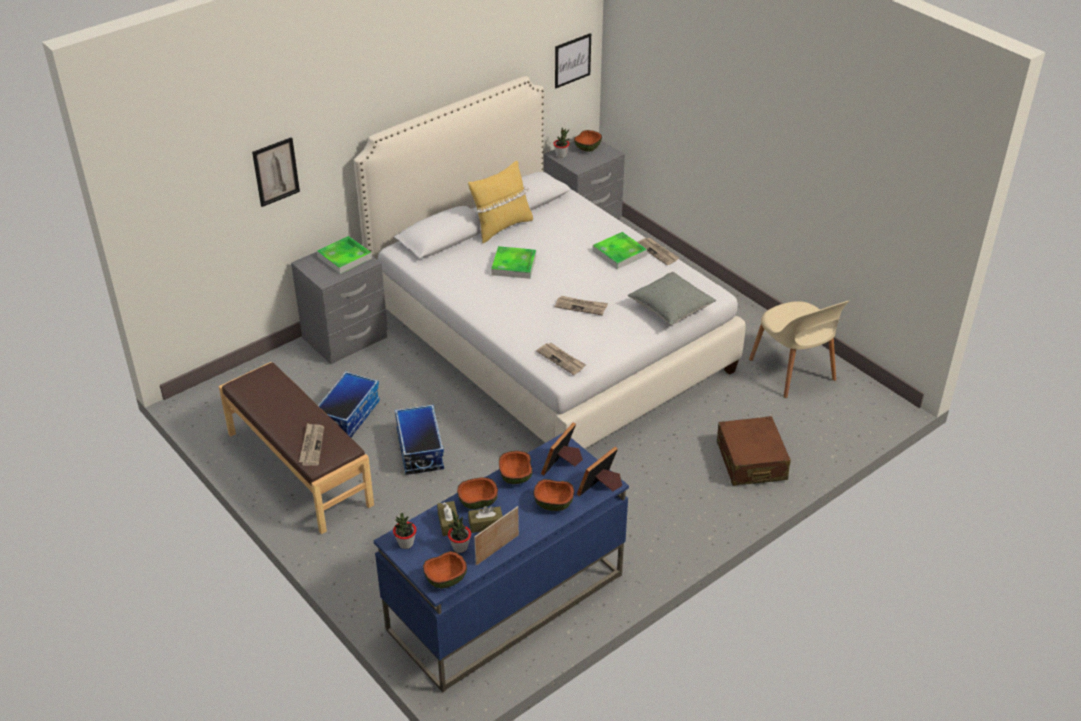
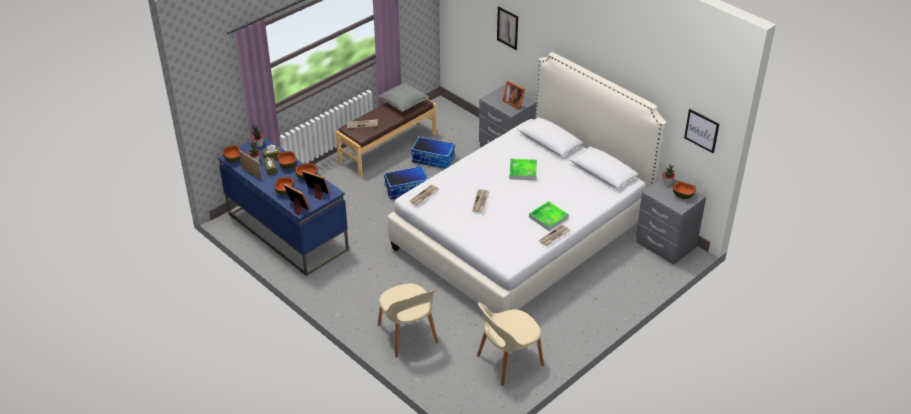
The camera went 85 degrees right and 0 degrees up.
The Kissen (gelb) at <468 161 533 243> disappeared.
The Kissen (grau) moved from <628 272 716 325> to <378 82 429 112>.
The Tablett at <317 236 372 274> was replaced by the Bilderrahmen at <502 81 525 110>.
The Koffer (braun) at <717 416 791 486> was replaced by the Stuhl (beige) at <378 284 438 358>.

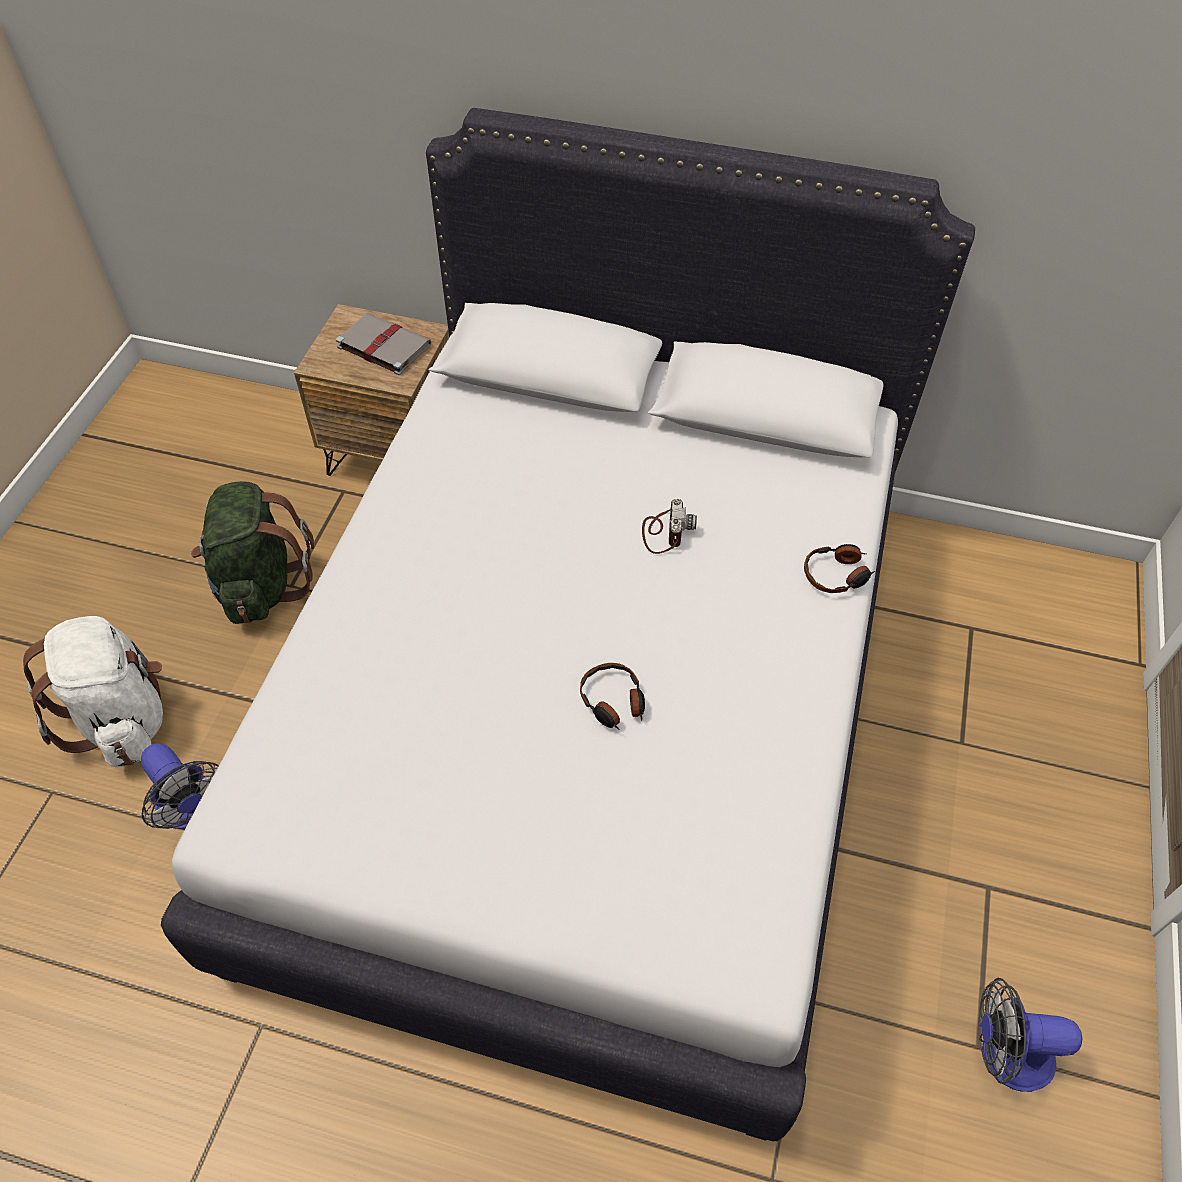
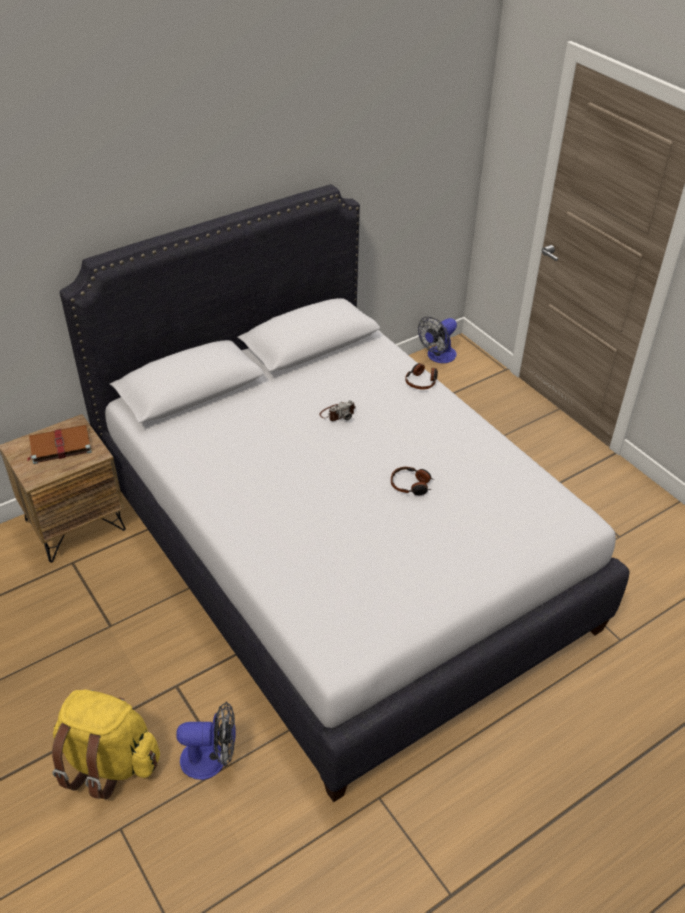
The camera went 50 degrees left and 10 degrees down.
The Rucksack (grün) at <191 481 314 624> disappeared.
The Ventilator moved from <979 978 1082 1092> to <418 317 457 363>.
The Rucksack (weiß) at <23 616 163 767> became the Rucksack (gelb) at <52 689 160 799>.
The Buch (grau) at <336 313 431 375> became the Buch (braun) at <27 425 92 464>.
The Kamera at <642 499 697 554> turned 105 degrees clockwise.

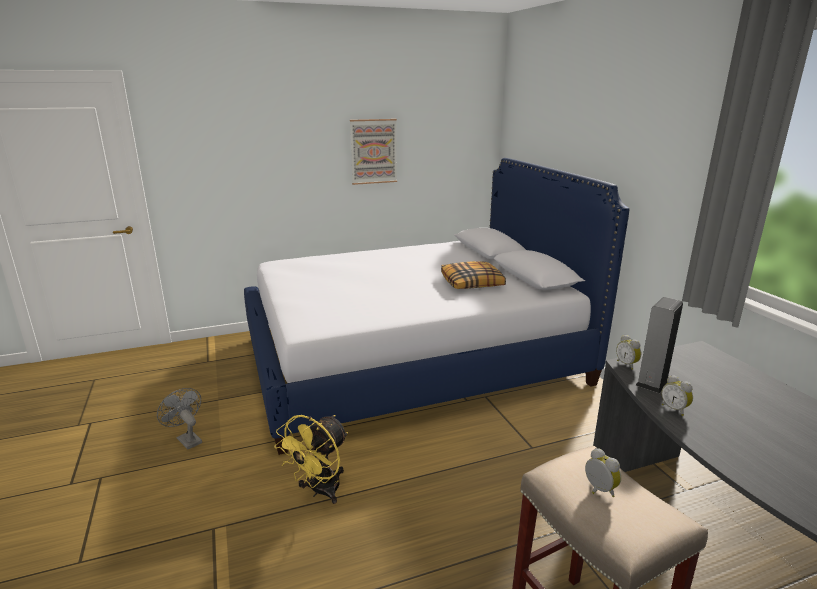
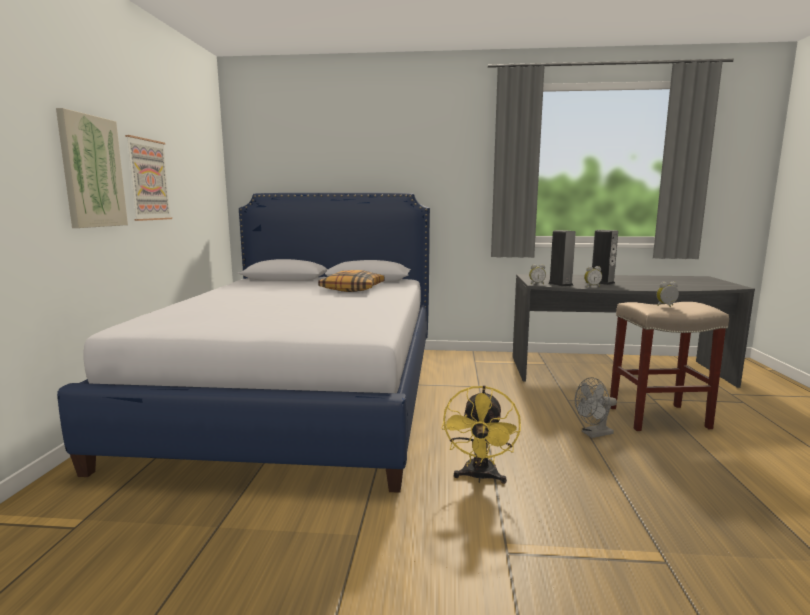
The camera went 65 degrees left and 10 degrees down.
The Bild at <56 108 128 228> appeared.
The Lautsprecher at <592 230 618 285> appeared.
The Ventilator (grau) moved from <157 388 202 449> to <575 377 617 438>.
The Ventilator (gelb) at <274 415 348 504> turned 45 degrees clockwise.

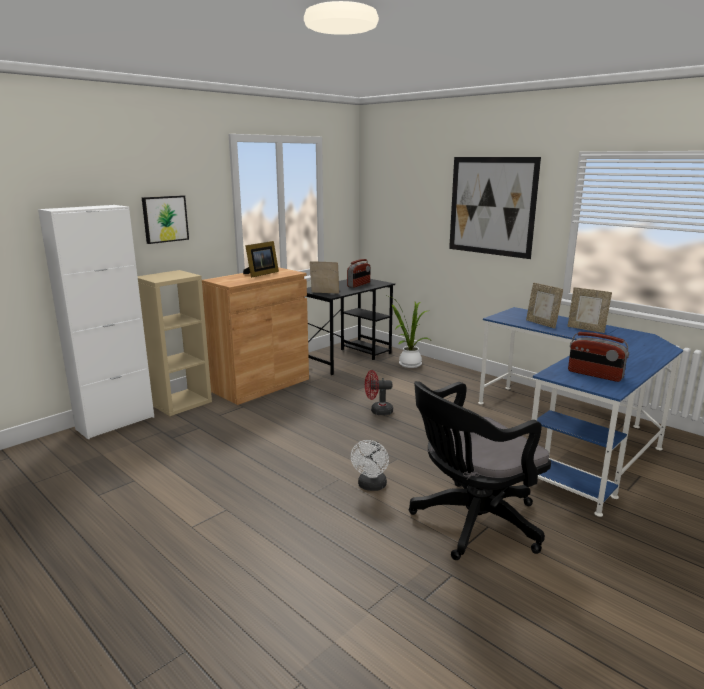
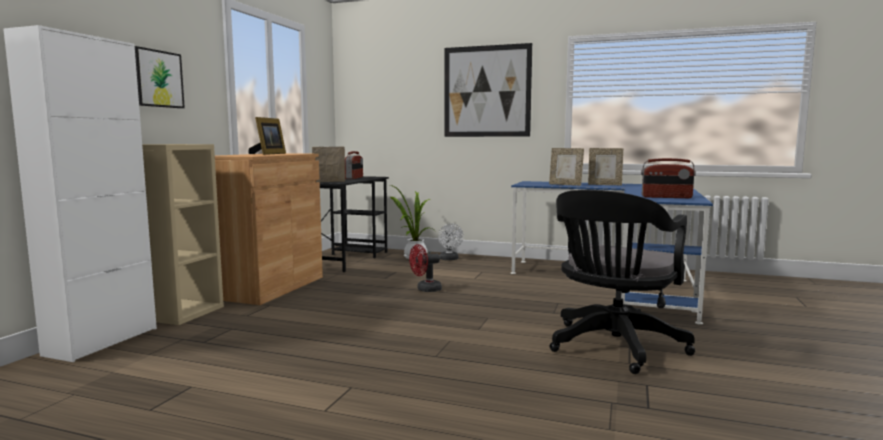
The camera went 25 degrees left and 10 degrees down.
The Ventilator (weiß) moved from <351 440 389 491> to <438 223 464 260>.

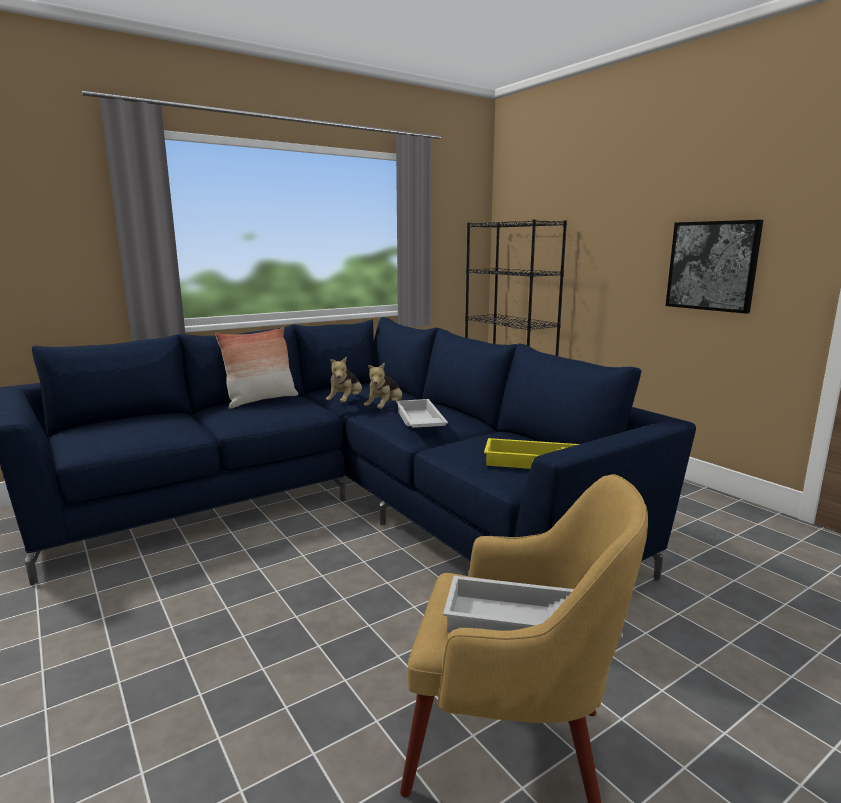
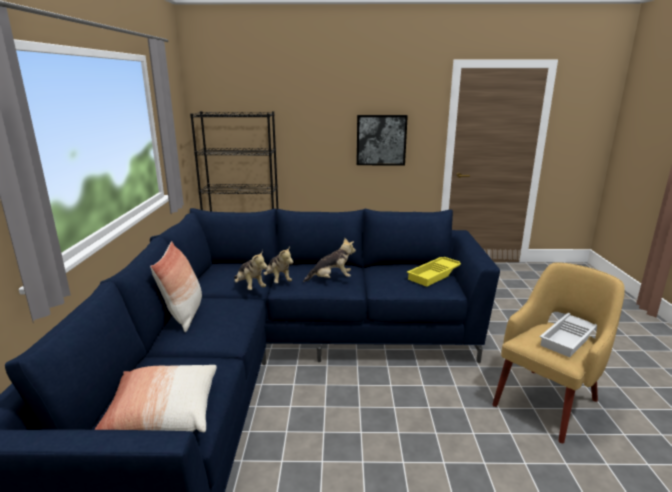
The camera went 55 degrees left and 5 degrees up.
The Kissen at <94 365 217 432> appeared.
The Tablett (weiß) at <396 399 448 428> was replaced by the Plüschtier at <303 238 356 282>.

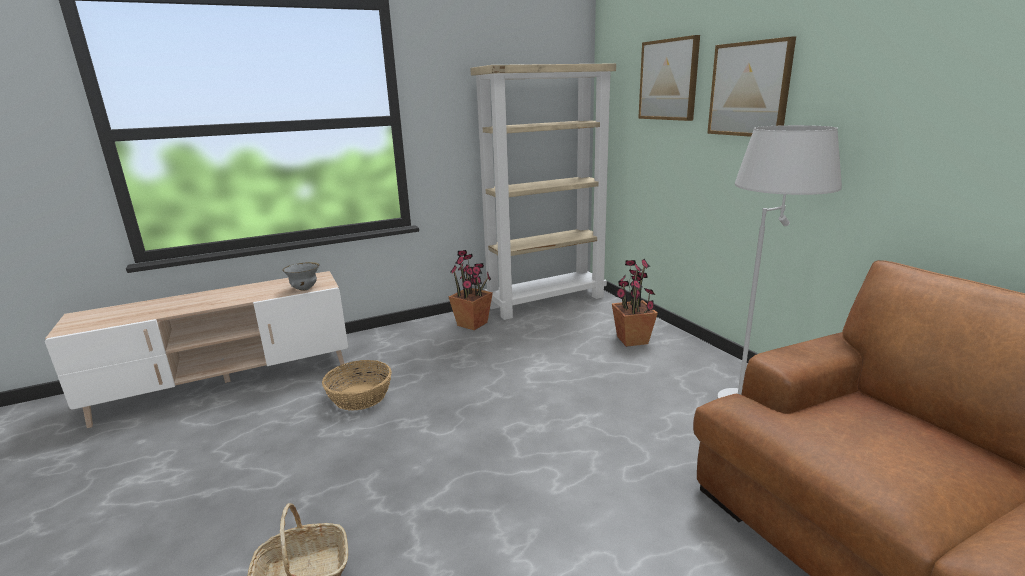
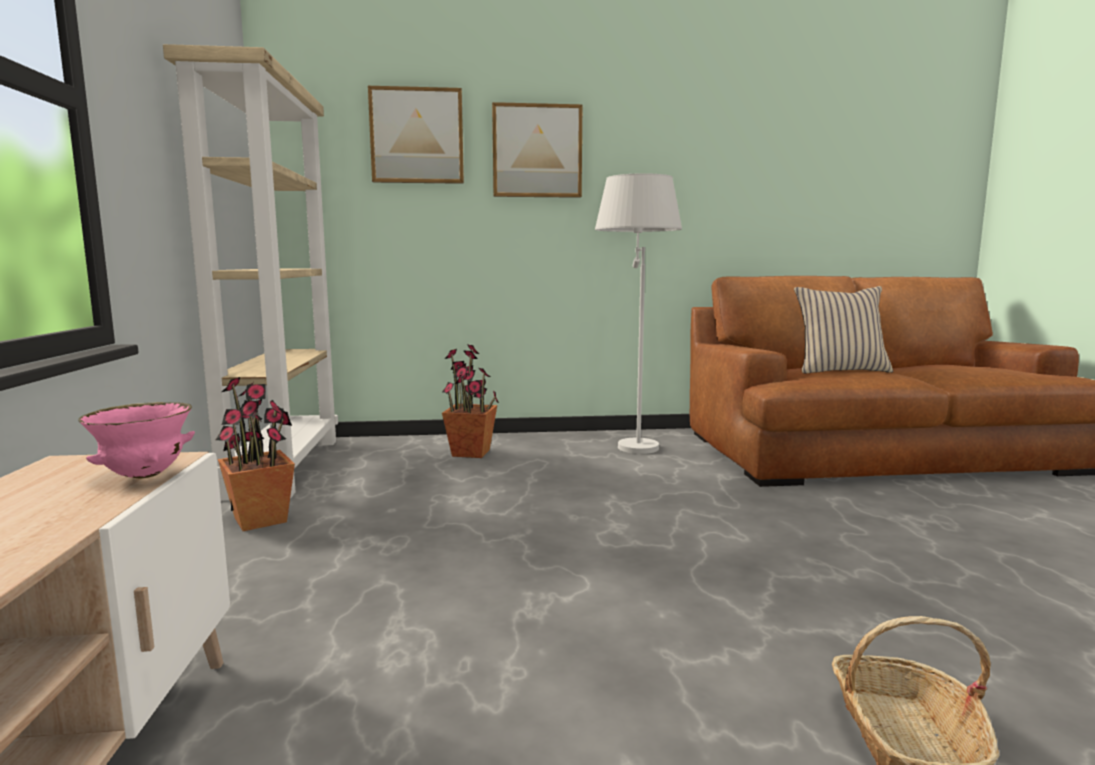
The camera went 70 degrees left and 10 degrees down.
The Korb at <322 360 392 411> disappeared.
The Kissen (beige) at <794 286 893 373> appeared.
The Schüssel (grau) at <282 262 320 291> became the Schüssel (rosa) at <78 402 195 479>.

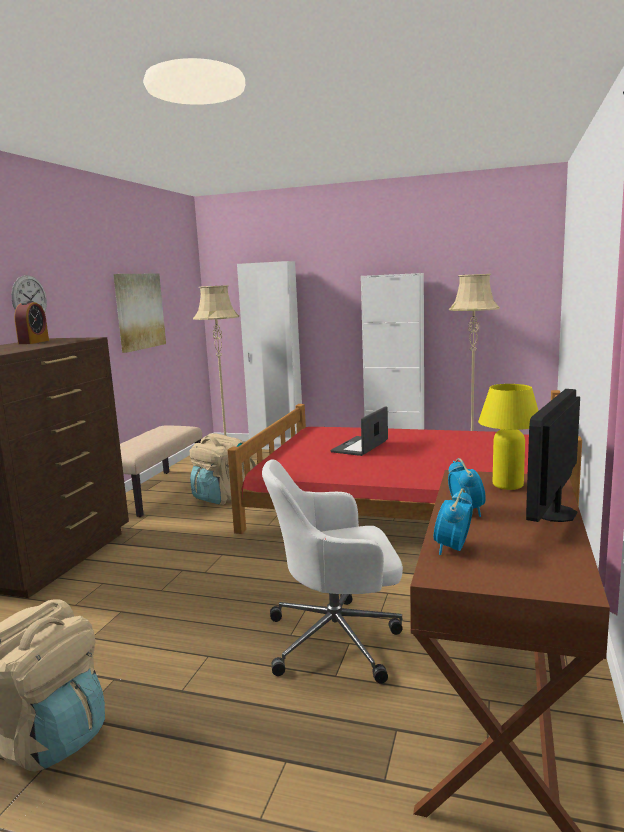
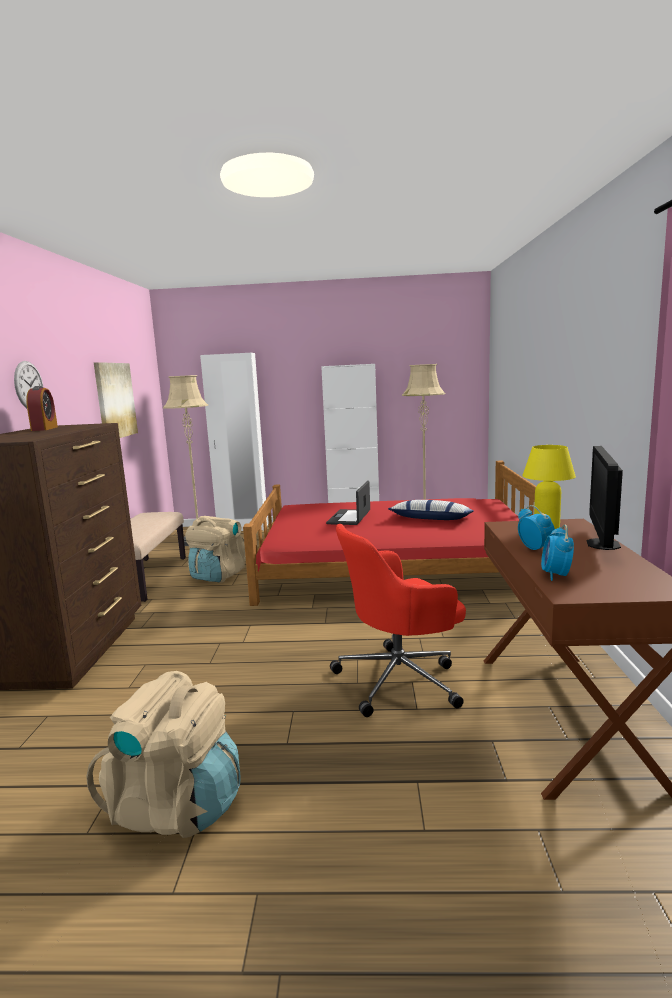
The camera went 15 degrees left and 0 degrees up.
The Kissen at <388 500 473 520> appeared.
The Bürostuhl (weiß) at <262 459 403 684> became the Bürostuhl (rot) at <330 524 466 717>.

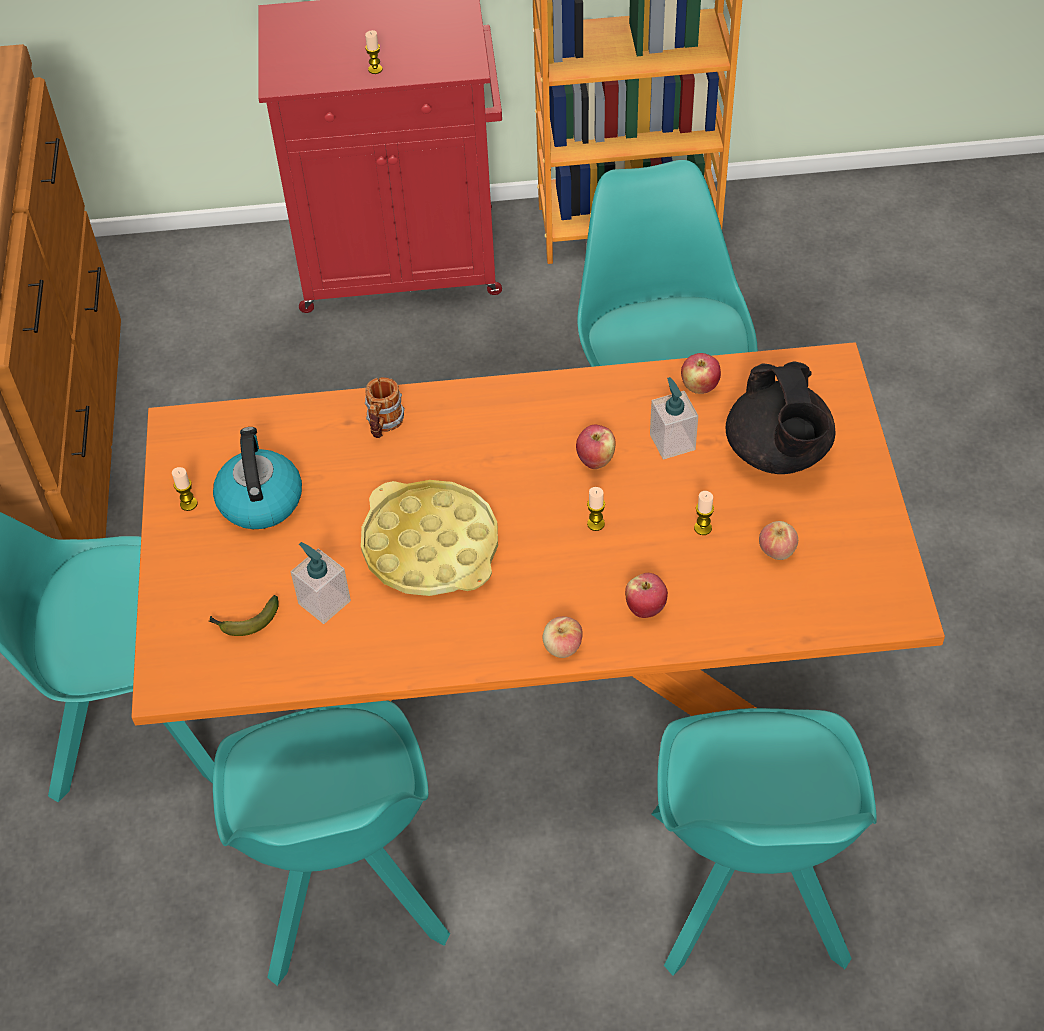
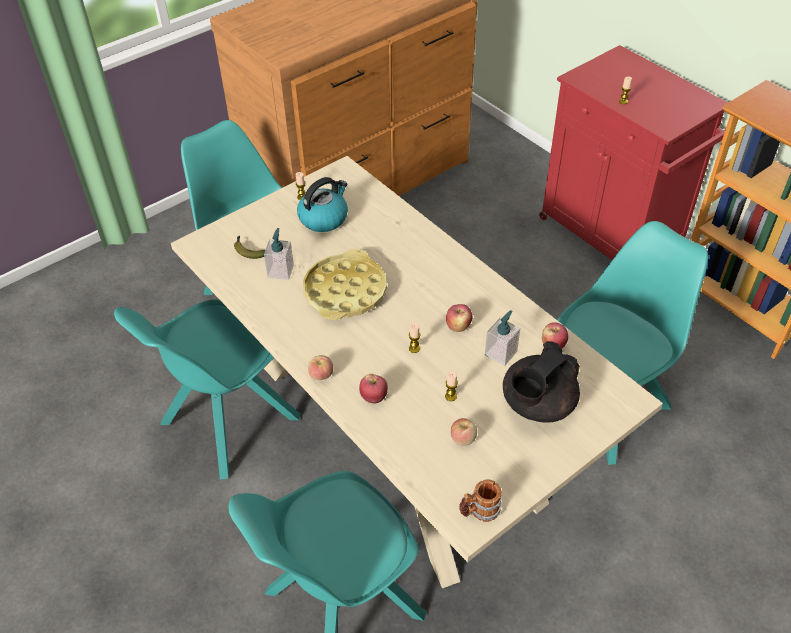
The camera went 55 degrees right and 5 degrees down.
The Henkelbecher moved from <365 377 405 438> to <459 479 502 522>.
The Esstisch (orange) at <132 342 945 725> became the Esstisch (beige) at <171 156 663 588>.

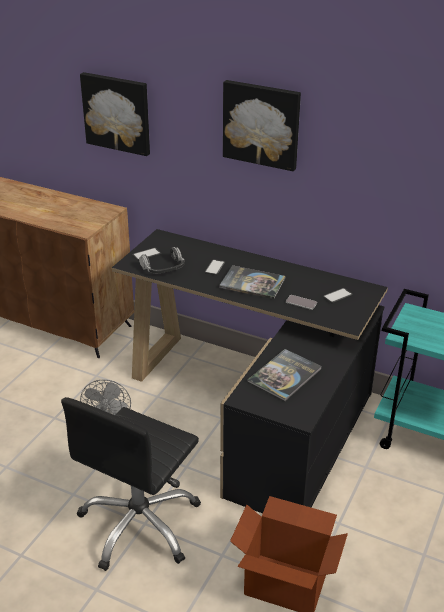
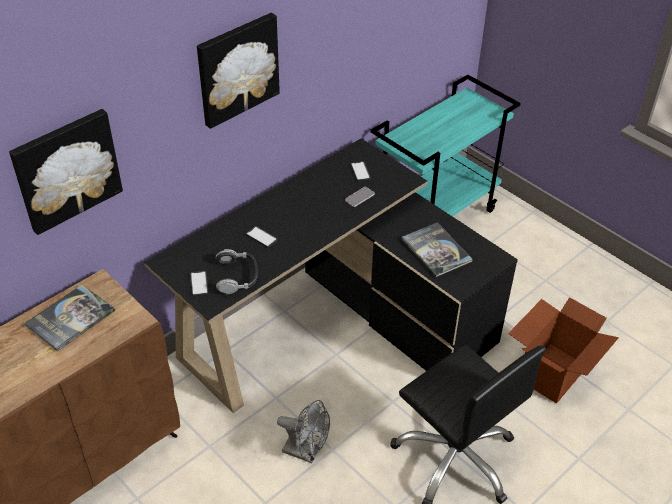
The camera went 70 degrees left and 10 degrees up.
The Buch moved from <219 265 285 299> to <24 285 115 351>.

